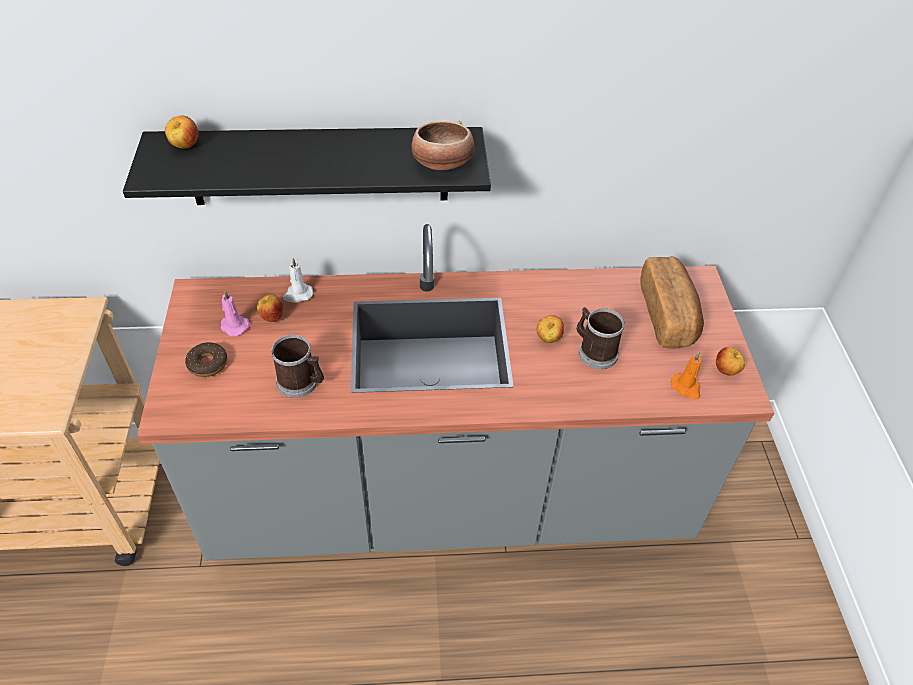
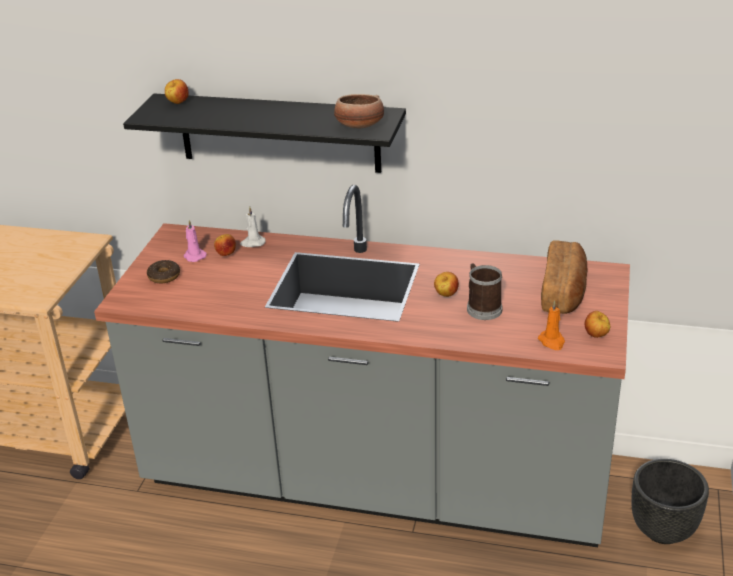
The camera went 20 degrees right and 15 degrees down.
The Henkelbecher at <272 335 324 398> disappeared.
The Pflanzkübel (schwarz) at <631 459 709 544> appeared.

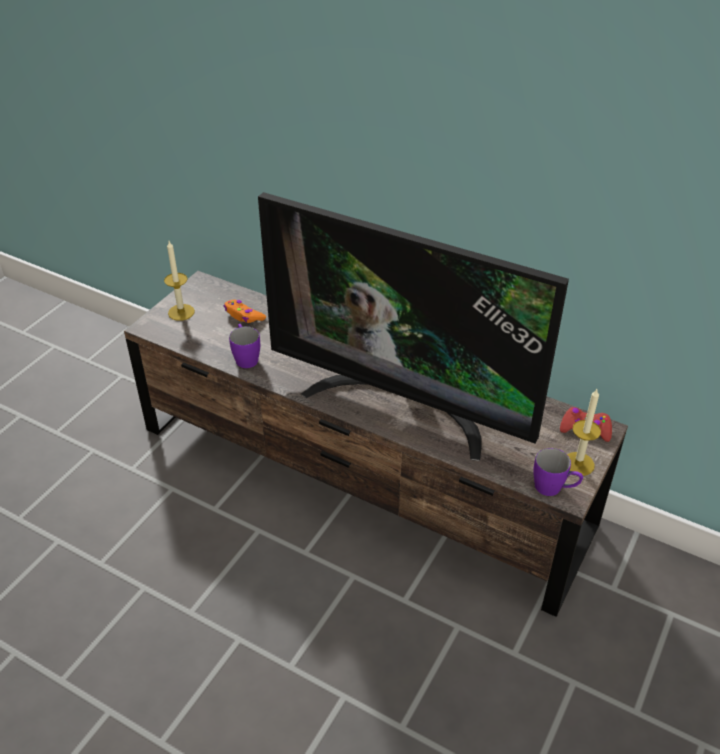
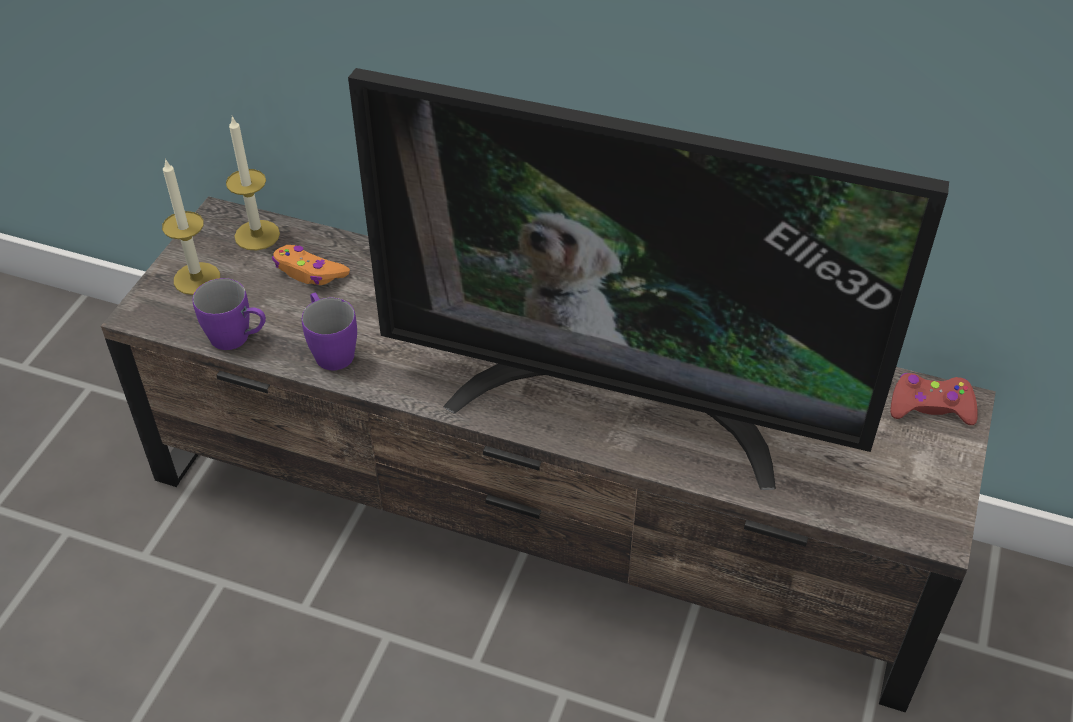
The camera went 10 degrees left and 5 degrees up.
The Henkelbecher (lila) moved from <533 448 583 496> to <193 278 266 350>.
The Kerze moved from <567 389 601 476> to <226 116 280 250>.

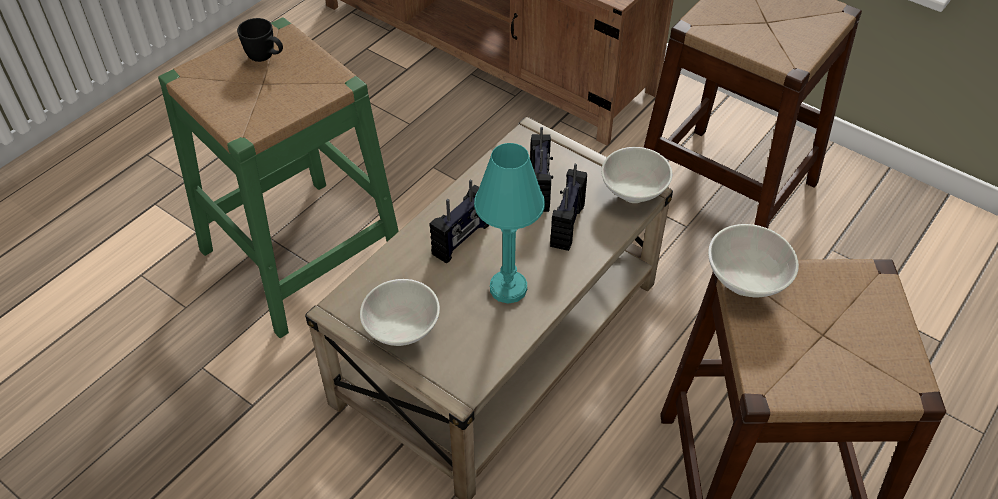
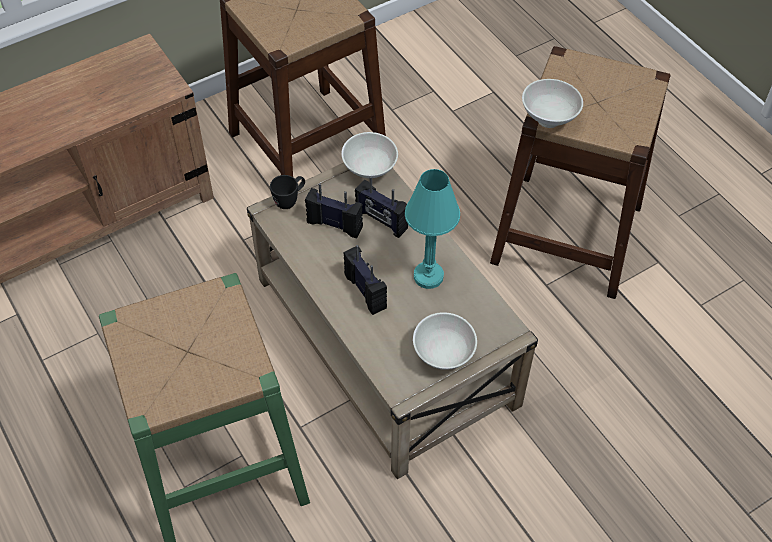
The camera went 70 degrees left and 5 degrees up.
The Henkelbecher (schwarz) moved from <237 18 283 62> to <270 175 305 209>.

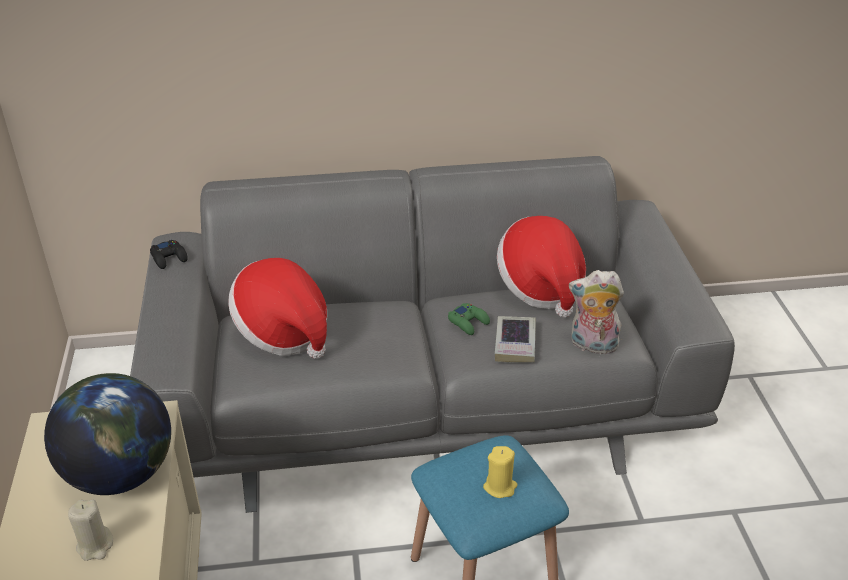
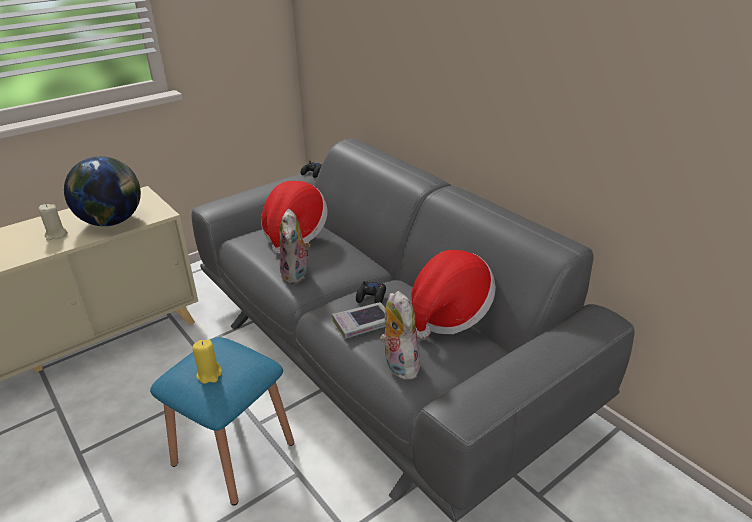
The camera went 60 degrees right and 5 degrees down.
The Plüschtier at <280 209 310 284> appeared.
The Gamepad (grün) at <448 303 490 335> became the Gamepad (schwarz) at <356 281 386 303>.

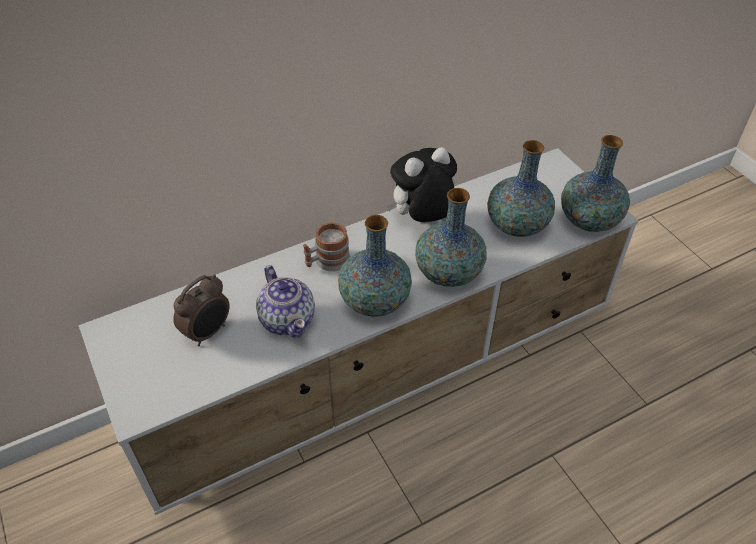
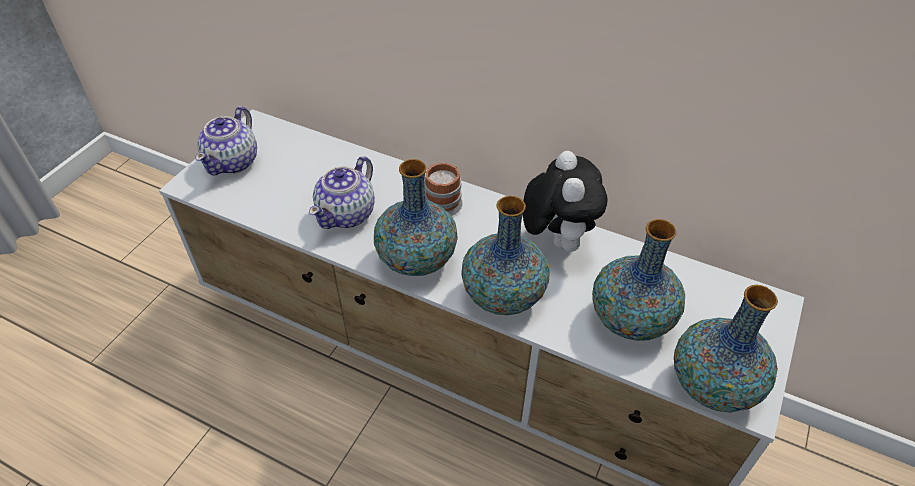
The camera went 55 degrees right and 0 degrees up.
The Wecker at <173 274 230 347> disappeared.
The Teekanne at <195 106 257 176> appeared.
The Plüschtier at <387 147 457 222> turned 60 degrees clockwise.

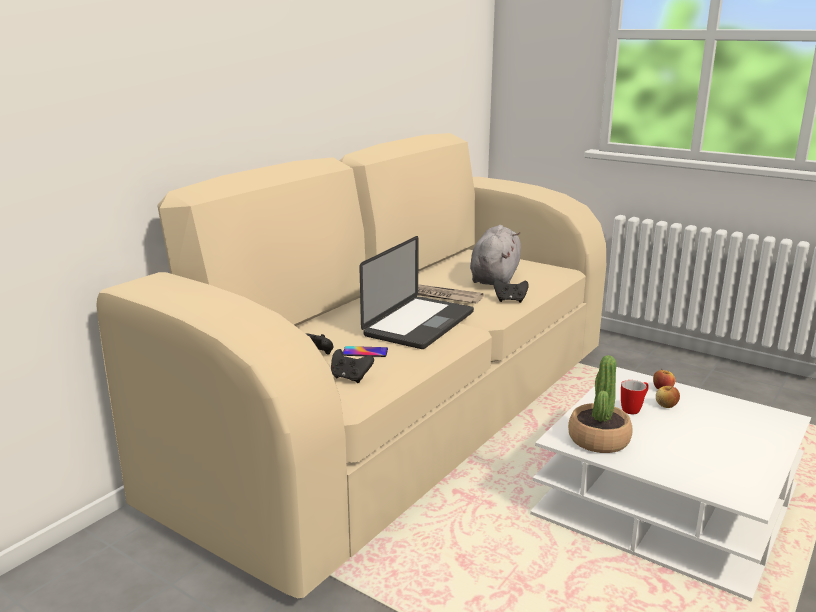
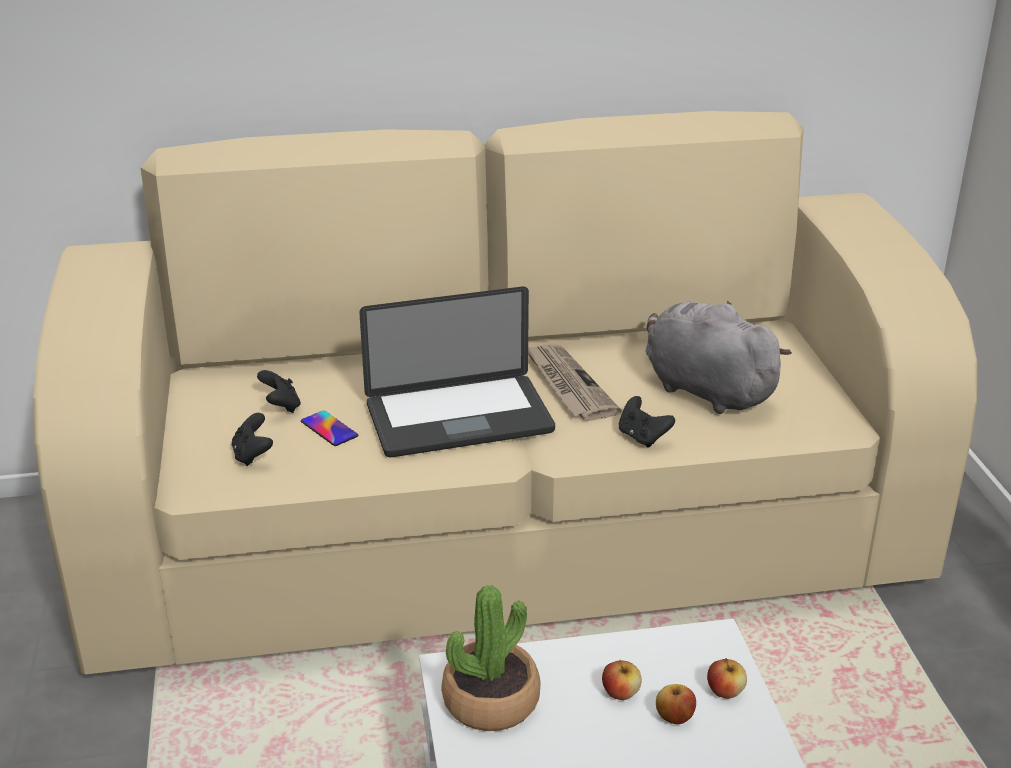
The camera went 45 degrees right and 10 degrees up.
The Henkelbecher at <621 380 649 414> was replaced by the Apfel at <602 660 642 700>.
The Plüschtier (grau) at <470 225 521 285> turned 105 degrees counterclockwise.

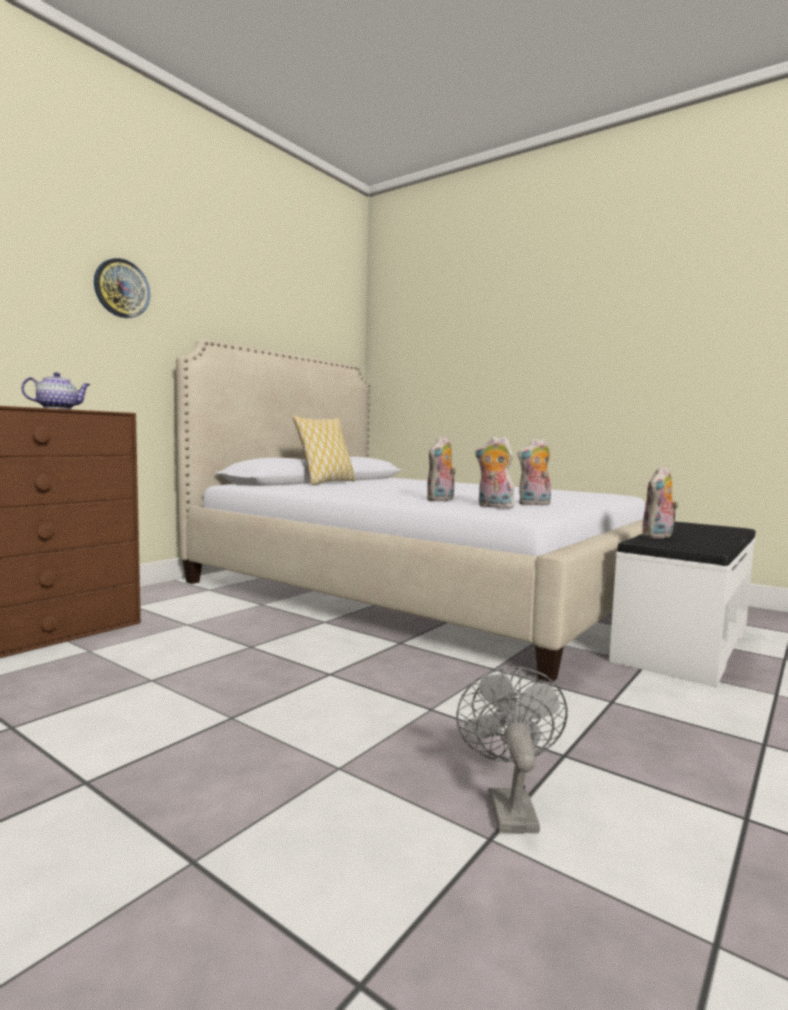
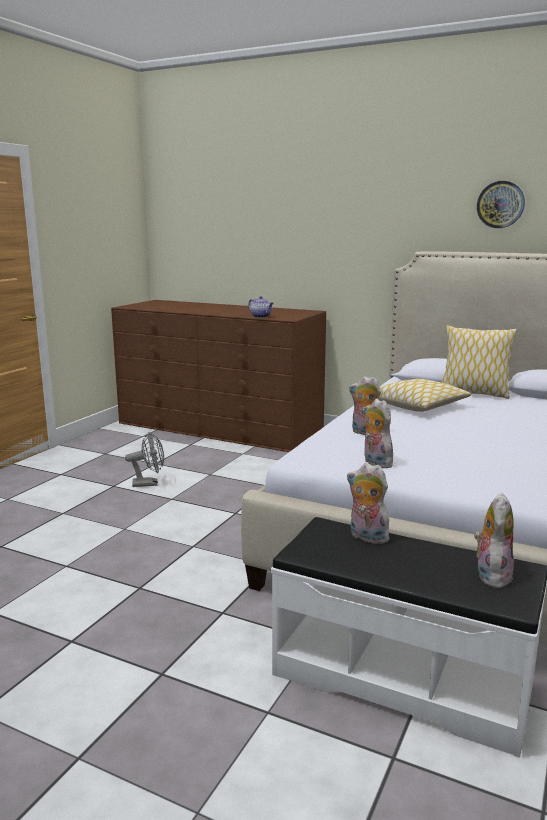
The camera went 80 degrees right and 10 degrees up.
The Kissen at <379 379 471 412> appeared.
The Wanduhr moved from <94 258 150 318> to <477 181 525 228>.
The Ventilator (grau) moved from <456 667 568 833> to <125 432 164 487>.
The Plüschtier moved from <475 436 516 508> to <474 492 514 588>.

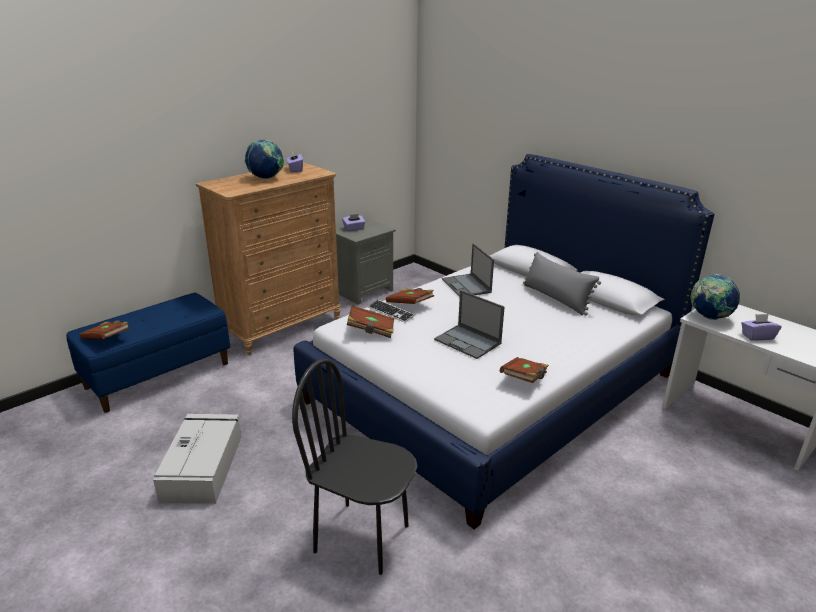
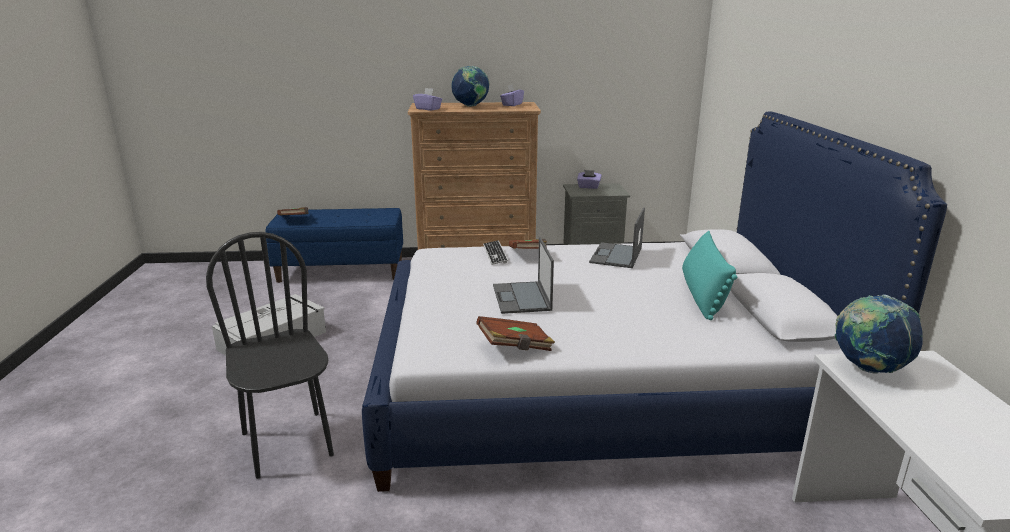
The camera went 40 degrees right and 5 degrees down.
The Buch (braun) at <347 306 394 338> disappeared.
The Taschentuchbox (lila) moved from <741 314 781 341> to <413 88 442 110>.
The Kissen (grau) at <523 252 601 315> became the Kissen (türkis) at <682 231 737 320>.

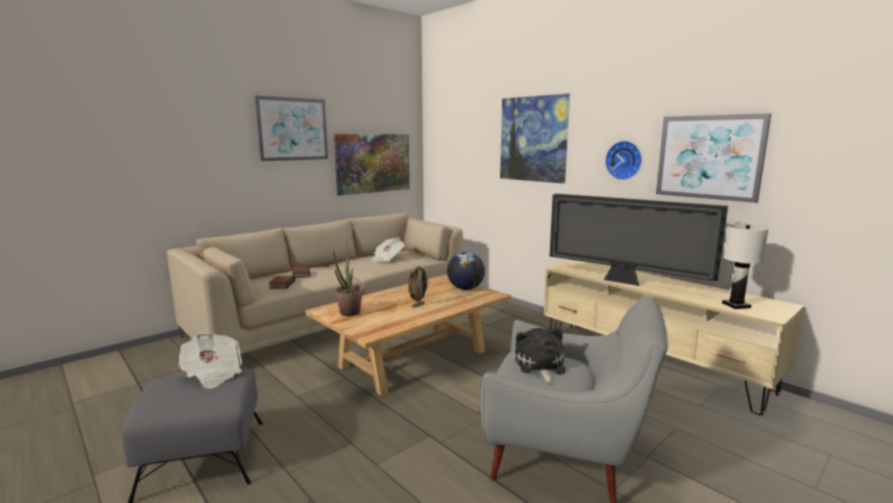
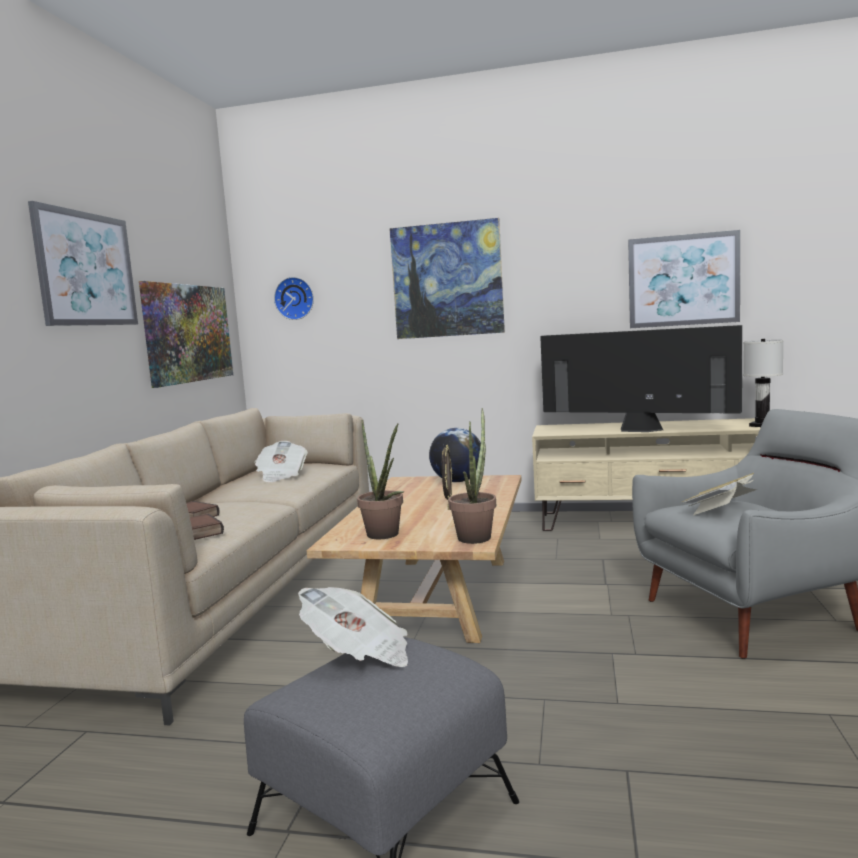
The camera went 35 degrees left and 5 degrees down.
The Topfpflanze at <448 408 496 544> appeared.
The Wanduhr moved from <605 141 642 180> to <274 277 314 320>.
The Plüschtier at <515 327 565 384> was replaced by the Buch at <682 473 757 515>.
The Fernseher at <550 194 728 286> turned 150 degrees counterclockwise.

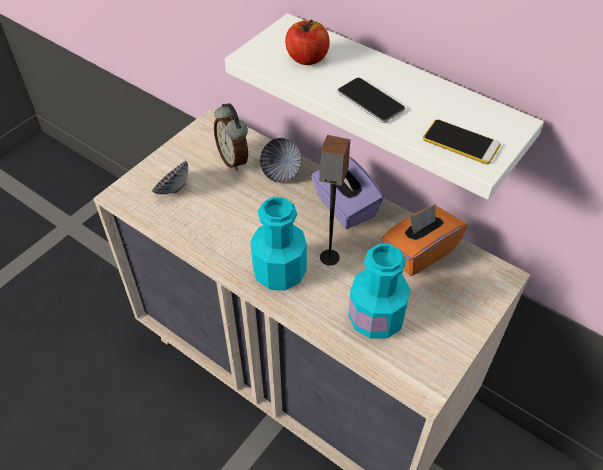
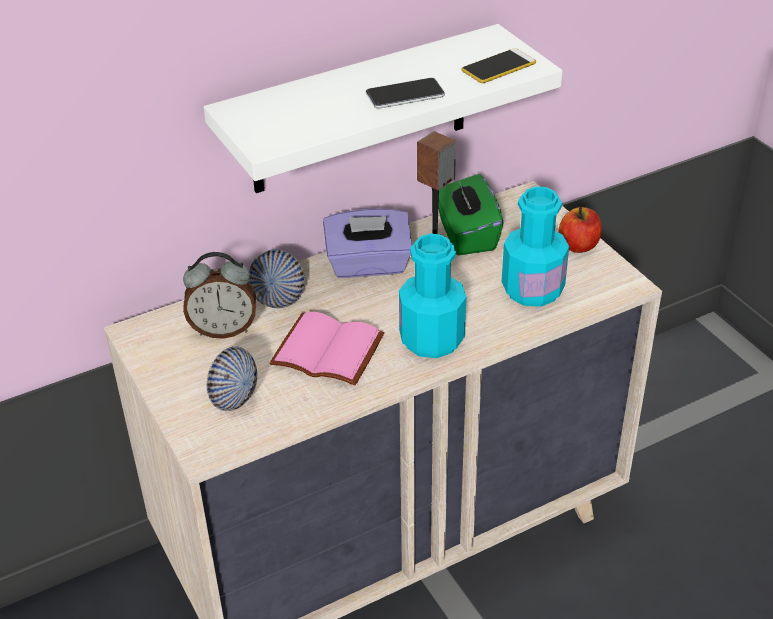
The camera went 65 degrees left and 10 degrees down.
The Buch (rosa) at <269 312 384 385> appeared.
The Apfel moved from <285 19 330 65> to <558 207 602 253>.
The Taschentuchbox (orange) at <382 204 467 276> became the Taschentuchbox (grün) at <438 173 504 256>.

